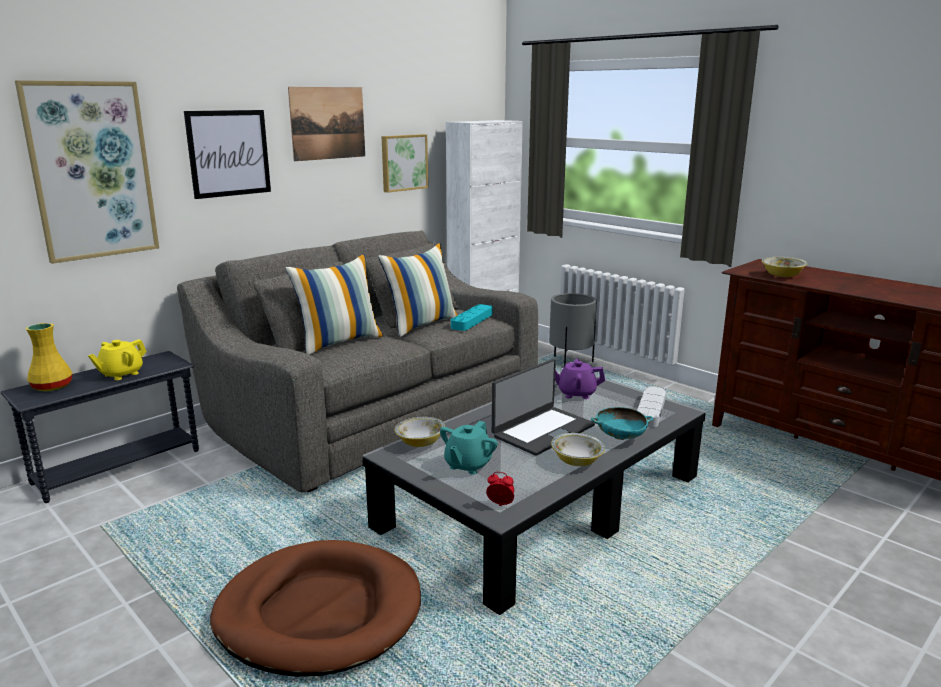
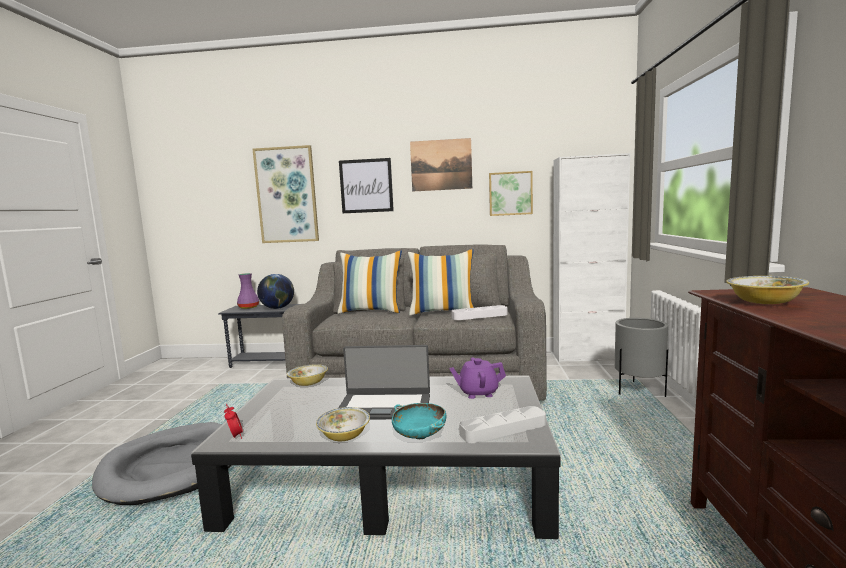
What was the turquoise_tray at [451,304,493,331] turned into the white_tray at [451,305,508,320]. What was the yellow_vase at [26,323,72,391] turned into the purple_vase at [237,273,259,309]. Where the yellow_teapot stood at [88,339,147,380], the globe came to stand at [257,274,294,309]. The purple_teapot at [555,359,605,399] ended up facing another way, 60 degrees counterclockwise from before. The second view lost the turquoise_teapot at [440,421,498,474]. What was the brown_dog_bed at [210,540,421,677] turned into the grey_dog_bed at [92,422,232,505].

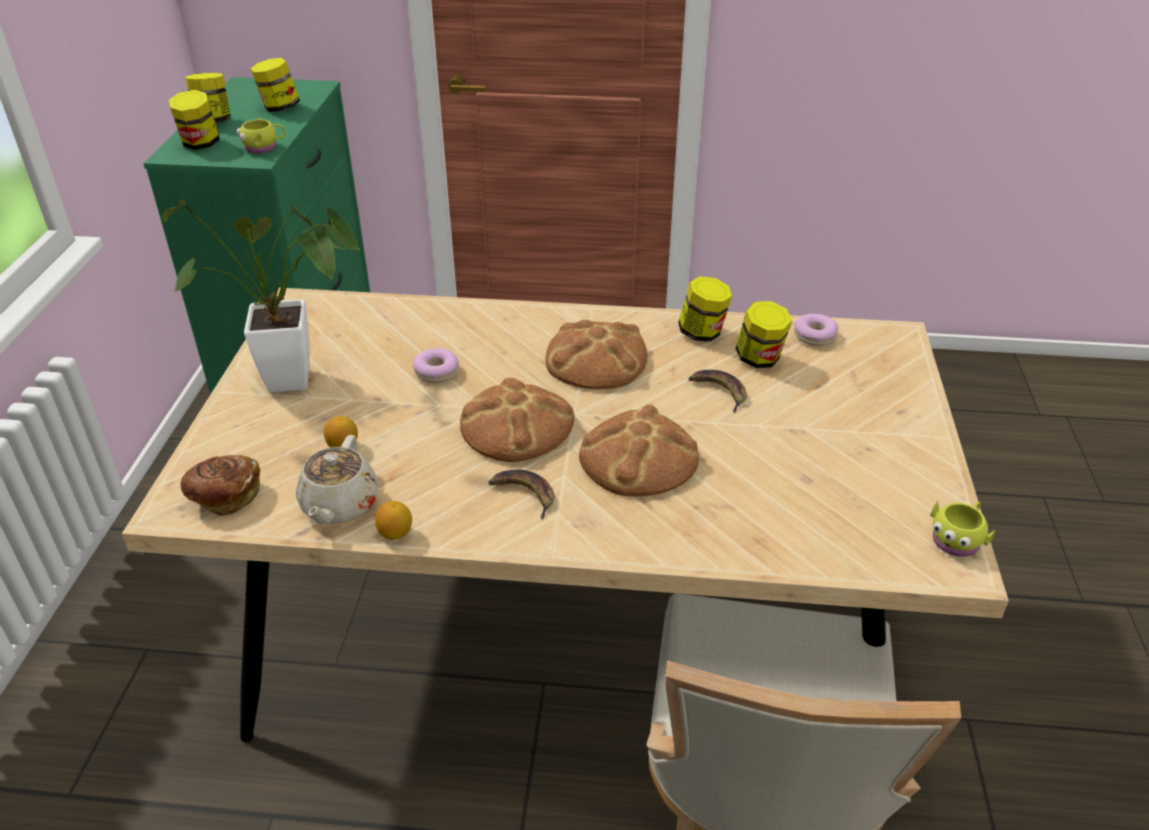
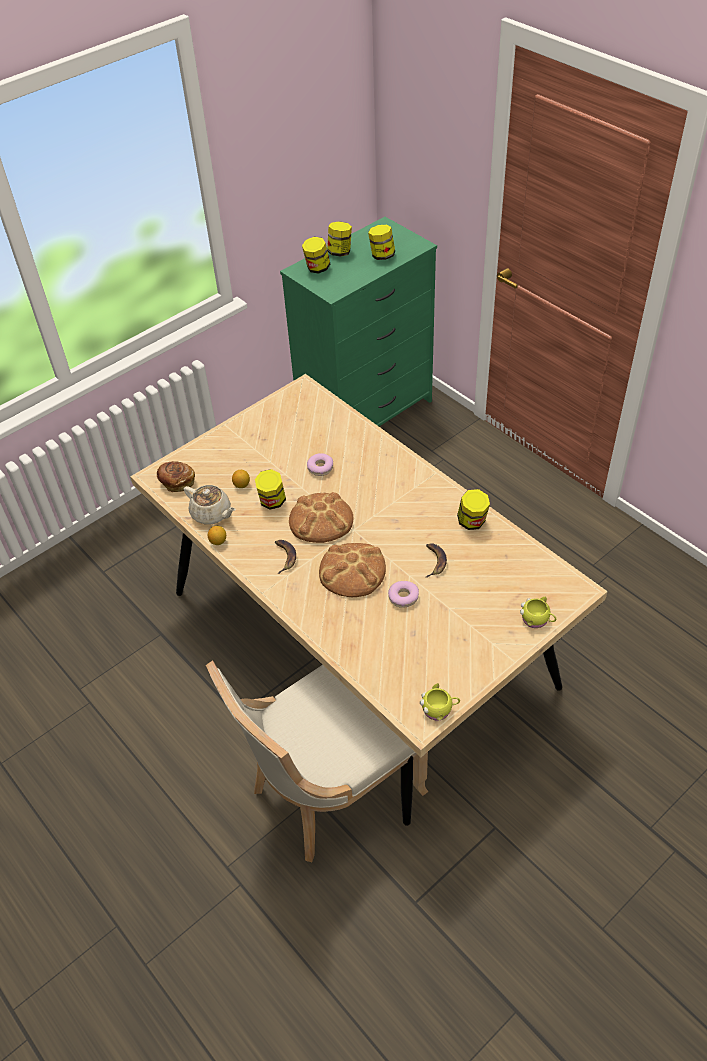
The yellow_mug ended up elsewhere, having gone from [236,117,286,154] to [520,597,556,628]. The second view lost the potted_plant at [163,195,360,392]. The jar ended up elsewhere, having gone from [736,301,792,368] to [255,469,286,510]. The donut ended up elsewhere, having gone from [794,314,838,346] to [388,581,419,608]. The second view lost the bread at [545,320,647,389]. The beige_teapot at [296,435,379,525] ended up facing another way, 105 degrees counterclockwise from before.

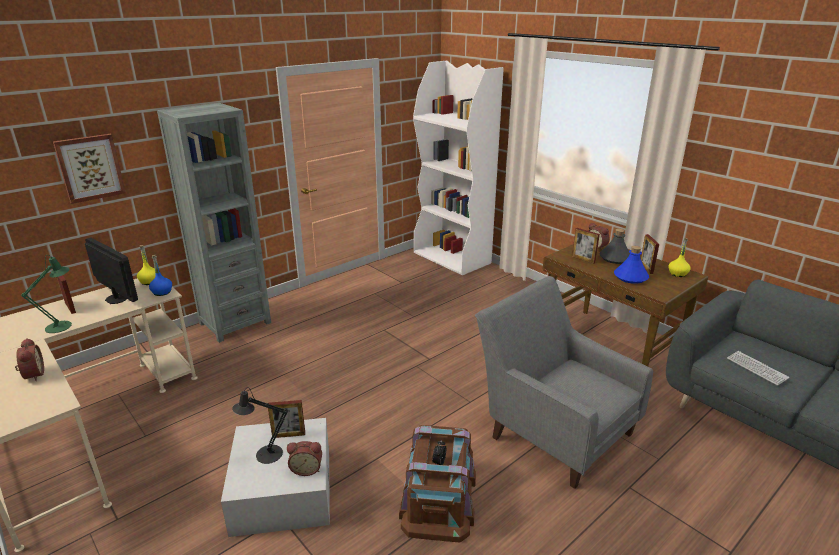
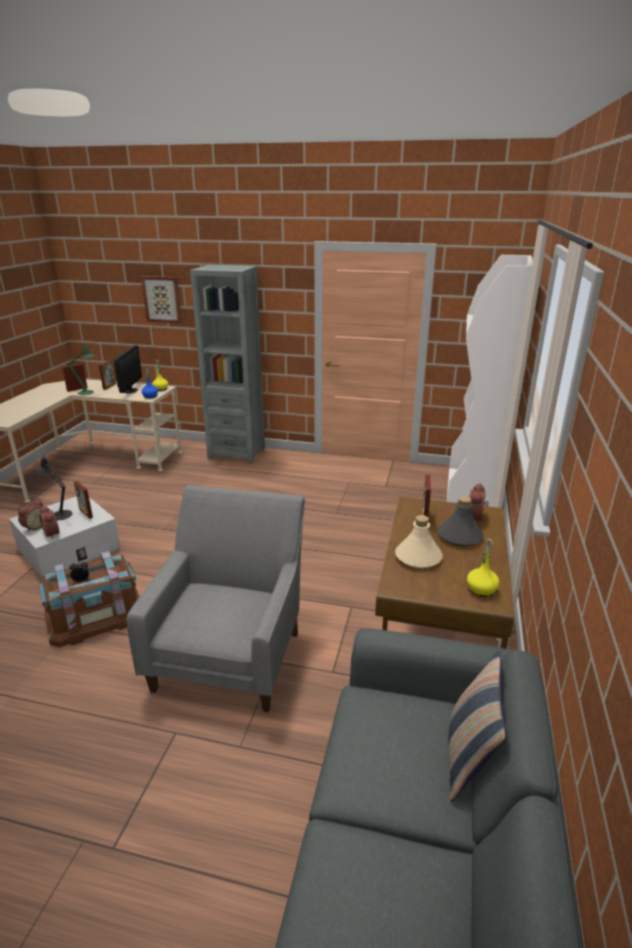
The picture_frame ended up elsewhere, having gone from [641,234,659,274] to [62,364,87,392]. What was the blue_bottle at [614,246,649,284] turned into the beige_bottle at [395,515,443,568]. The alarm_clock ended up elsewhere, having gone from [15,338,44,381] to [18,500,43,532]. The second view lost the keyboard at [727,351,790,386]. The second view gained the pillow at [448,650,506,802].

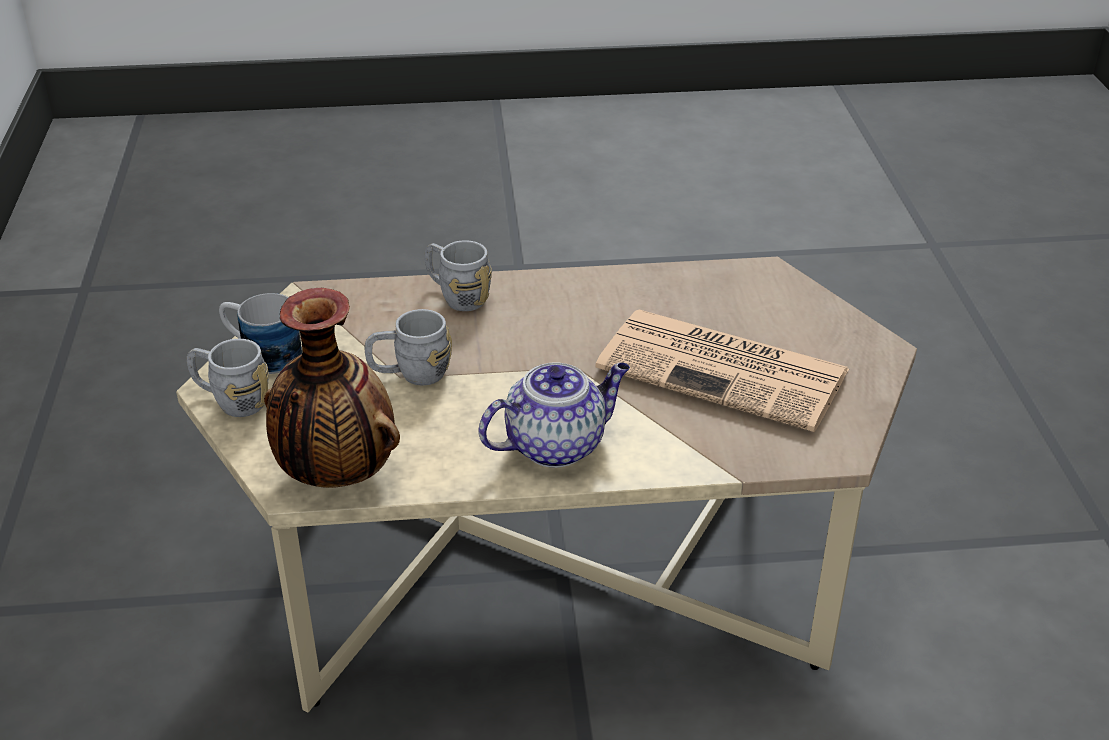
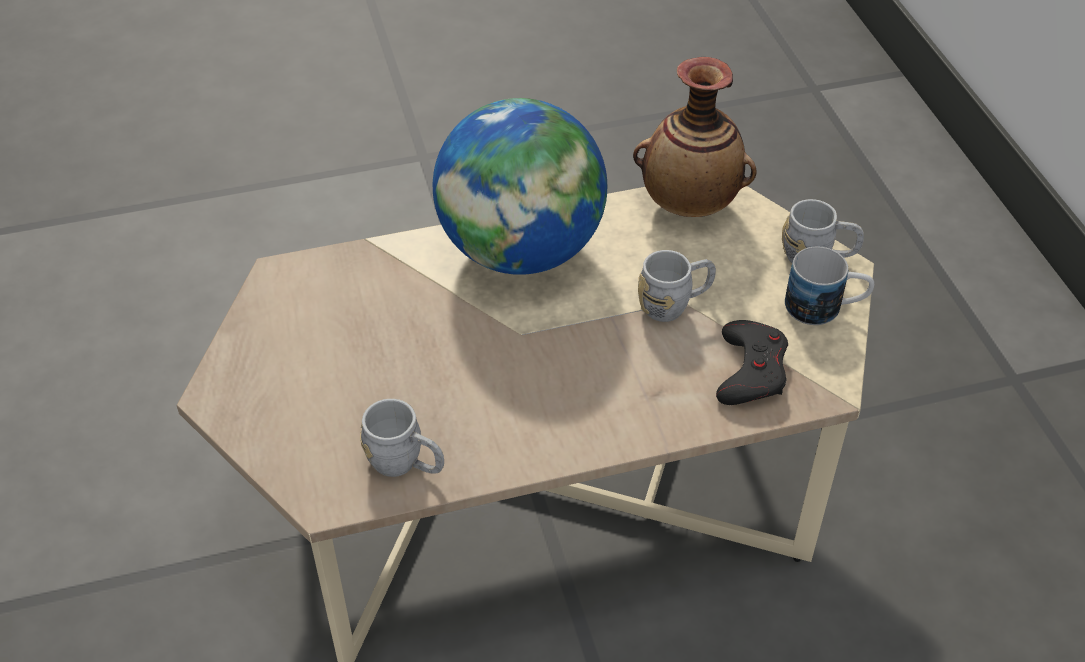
The grey_mug ended up elsewhere, having gone from [425,240,492,311] to [360,399,444,477]. The second view lost the newspaper at [595,310,849,432]. Where the teapot stood at [478,362,630,468], the globe came to stand at [433,98,607,275]. The second view gained the black_game_controller at [716,320,788,405].

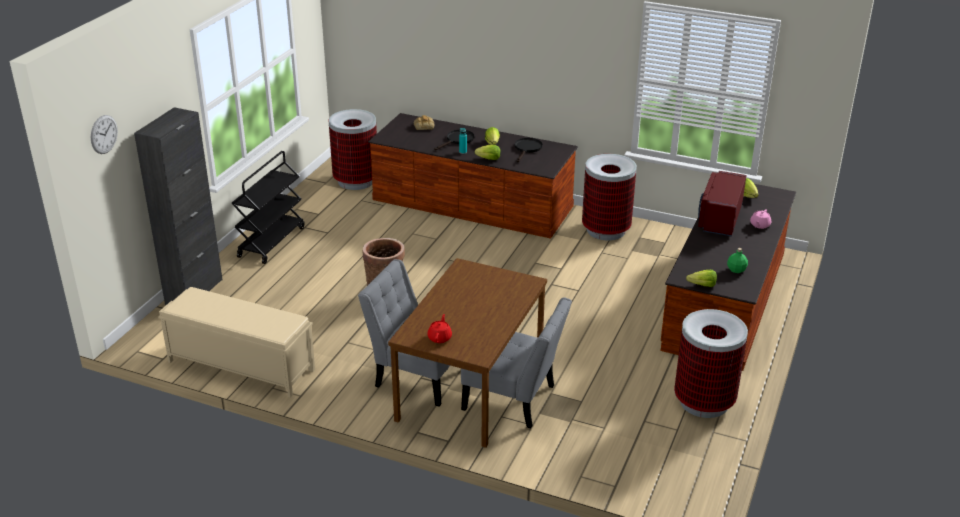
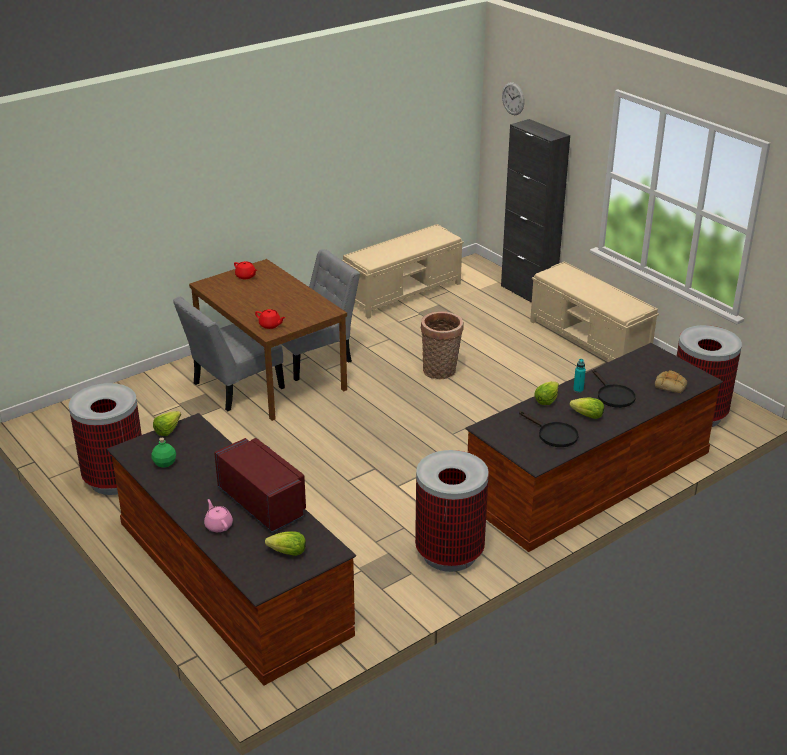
Where the black_cart stood at [232,151,304,264], the beige_bench came to stand at [530,262,659,360]. The second view gained the red_teapot at [255,309,286,329].

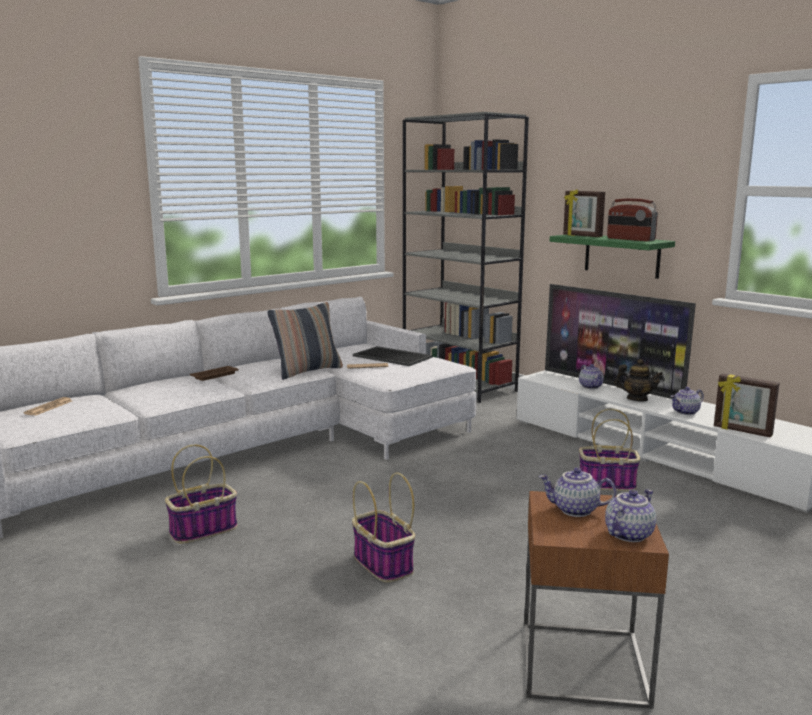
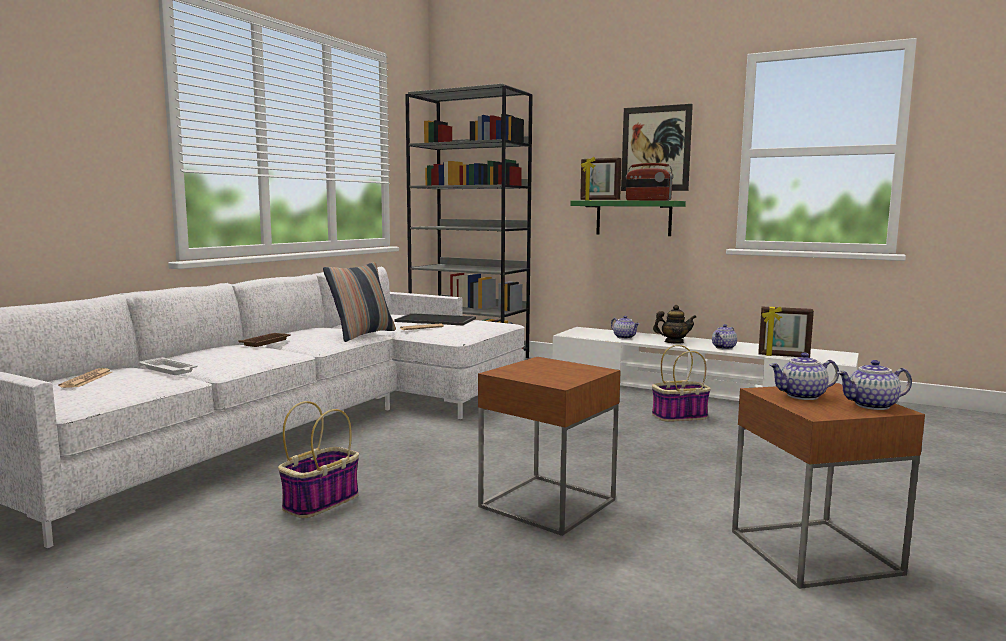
The second view lost the television at [545,284,696,399]. Where the basket stood at [352,472,415,583], the brown_side_table came to stand at [478,357,621,536]. The teapot at [605,489,656,542] ended up facing another way, 120 degrees counterclockwise from before. The second view gained the picture at [621,104,693,191]. The second view gained the white_tray at [139,357,198,375].

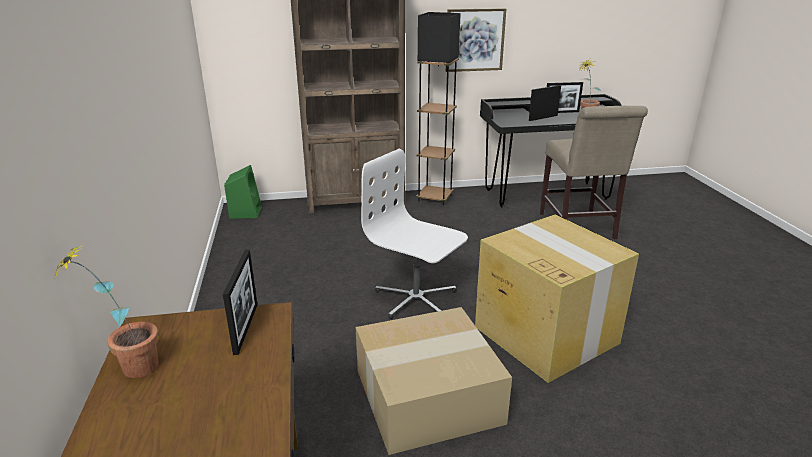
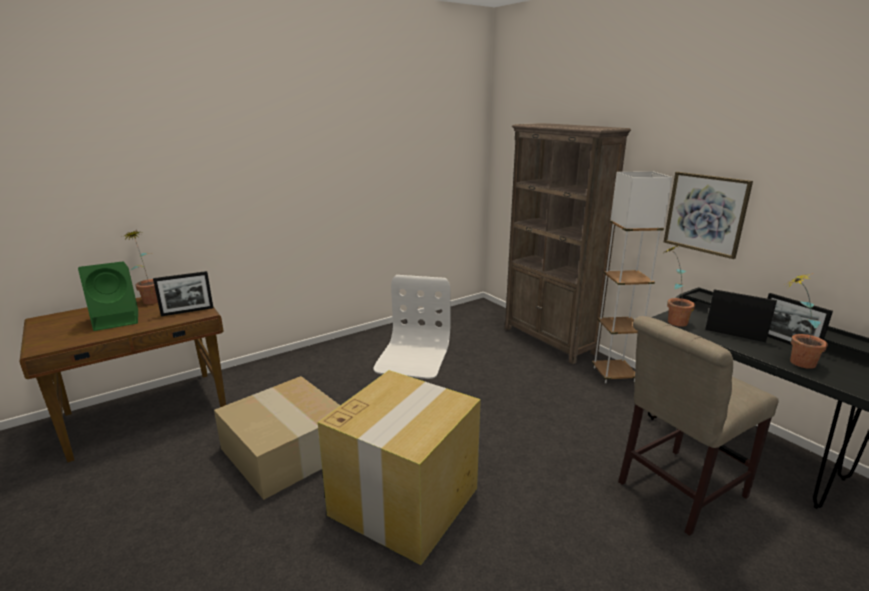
What was the black_floor_lamp at [416,12,461,205] turned into the white_floor_lamp at [592,171,672,383]. The green_speaker ended up elsewhere, having gone from [224,165,262,219] to [78,261,138,331]. The second view gained the potted_plant at [666,246,695,327].

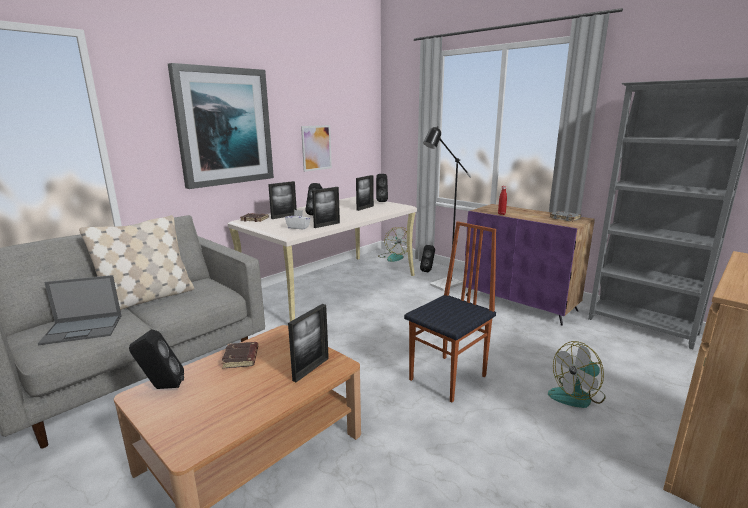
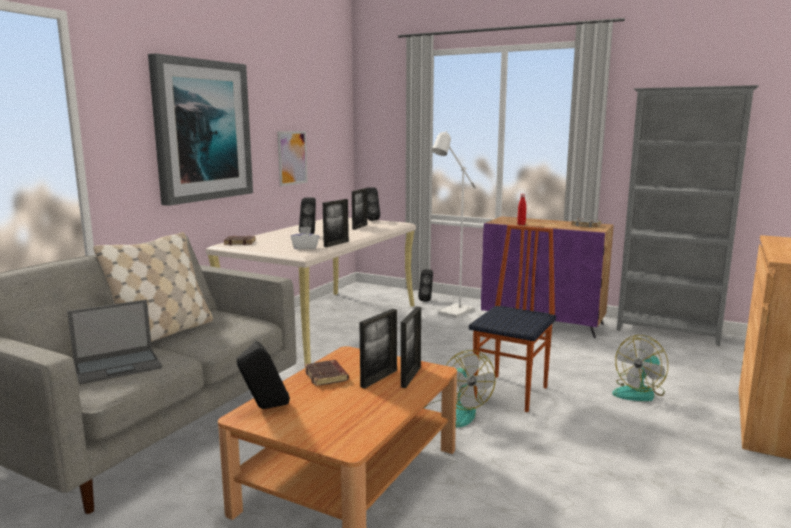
What was the black_floor_lamp at [423,126,471,291] turned into the white_floor_lamp at [432,131,476,318]. The picture_frame ended up elsewhere, having gone from [268,181,297,219] to [359,309,397,389]. The fan ended up elsewhere, having gone from [378,227,407,262] to [424,350,496,428].

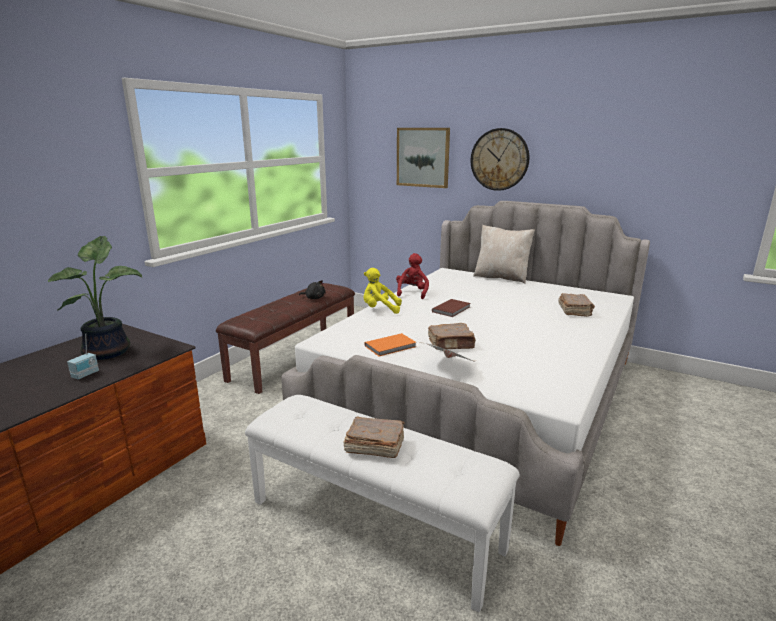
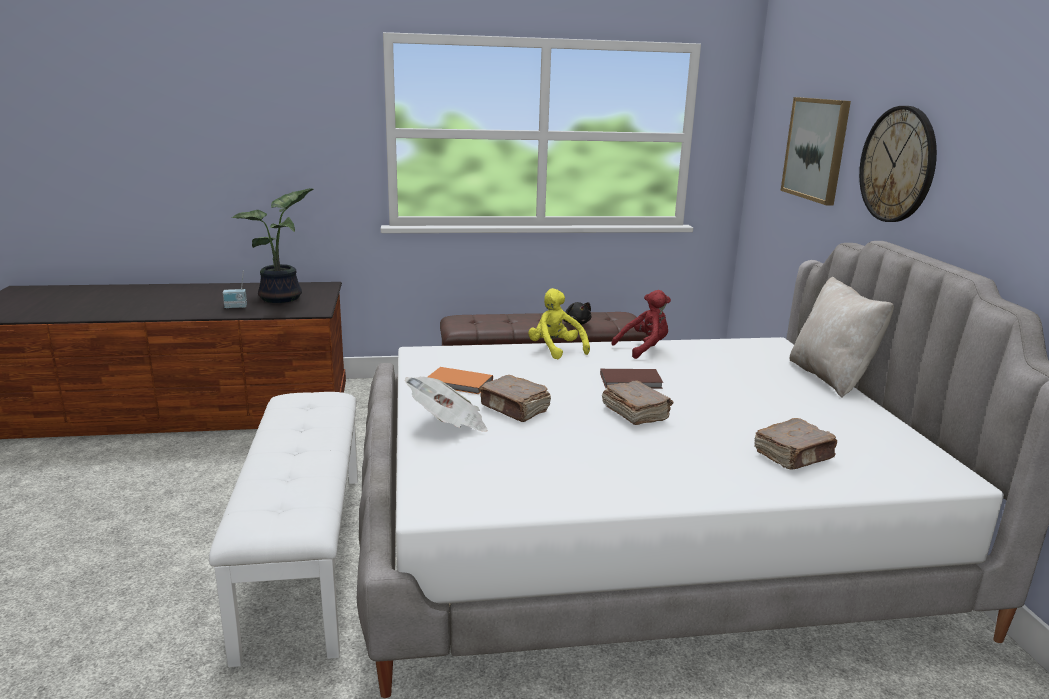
The brown_book ended up elsewhere, having gone from [343,417,405,458] to [602,380,674,425].

